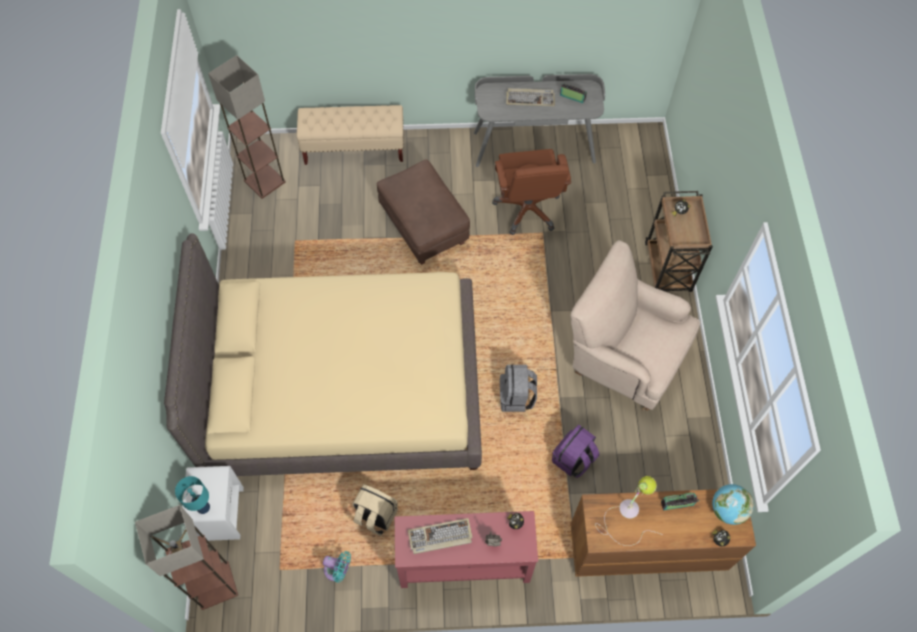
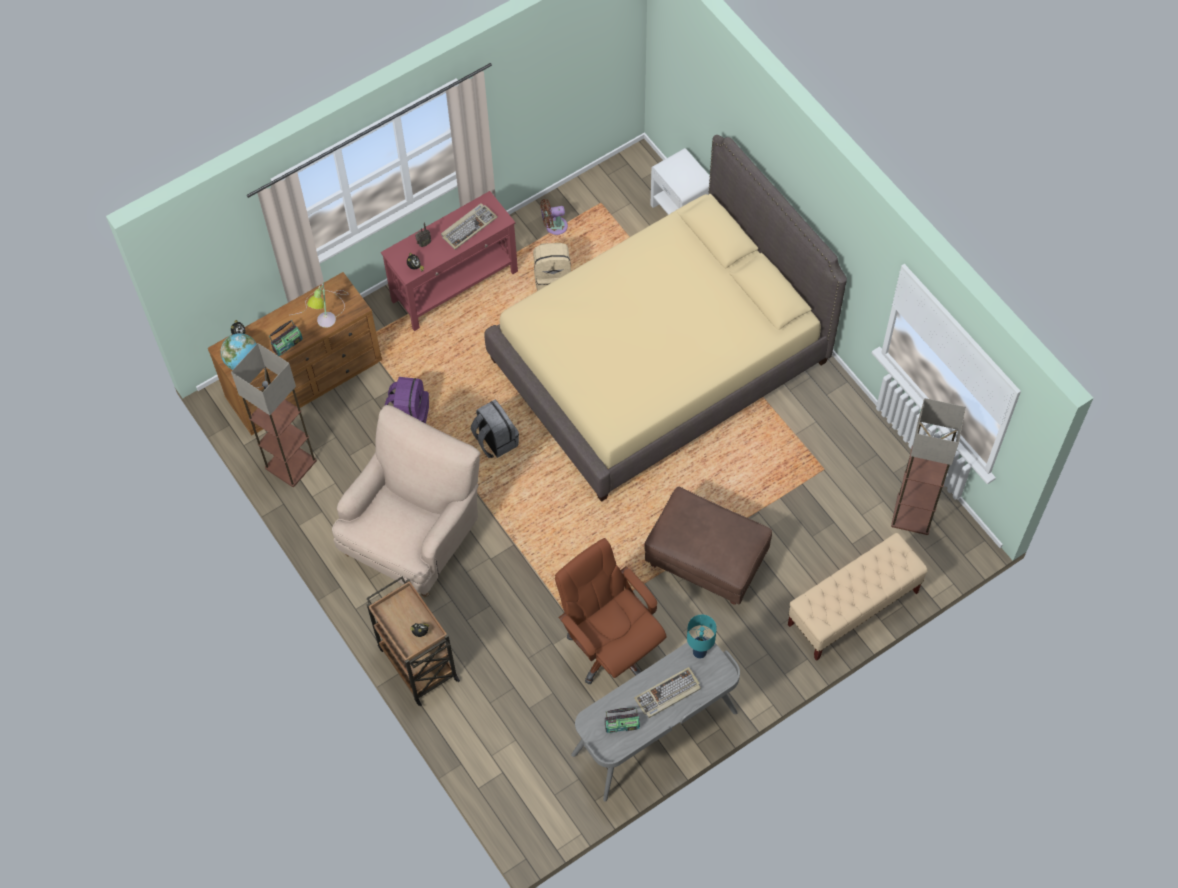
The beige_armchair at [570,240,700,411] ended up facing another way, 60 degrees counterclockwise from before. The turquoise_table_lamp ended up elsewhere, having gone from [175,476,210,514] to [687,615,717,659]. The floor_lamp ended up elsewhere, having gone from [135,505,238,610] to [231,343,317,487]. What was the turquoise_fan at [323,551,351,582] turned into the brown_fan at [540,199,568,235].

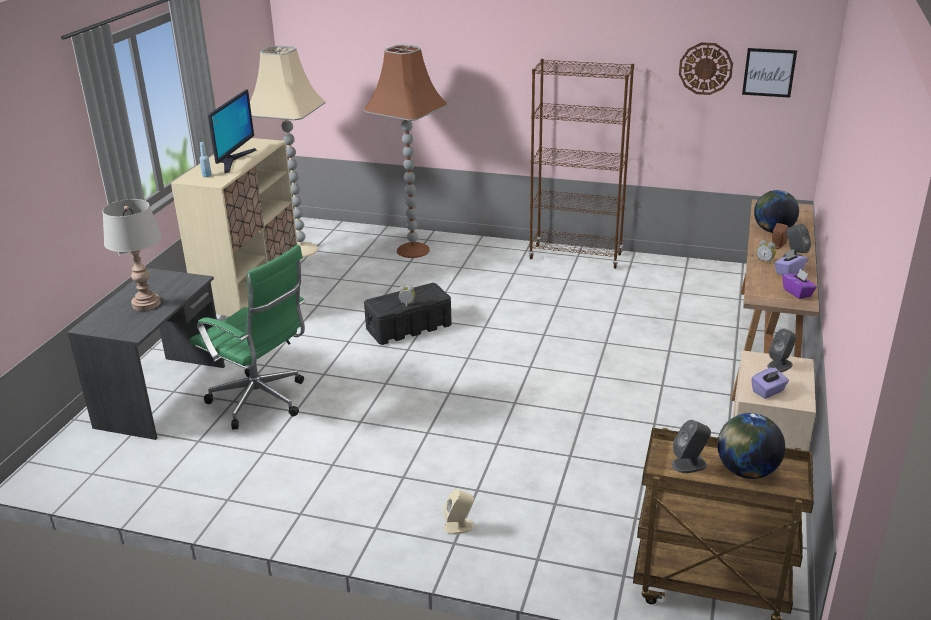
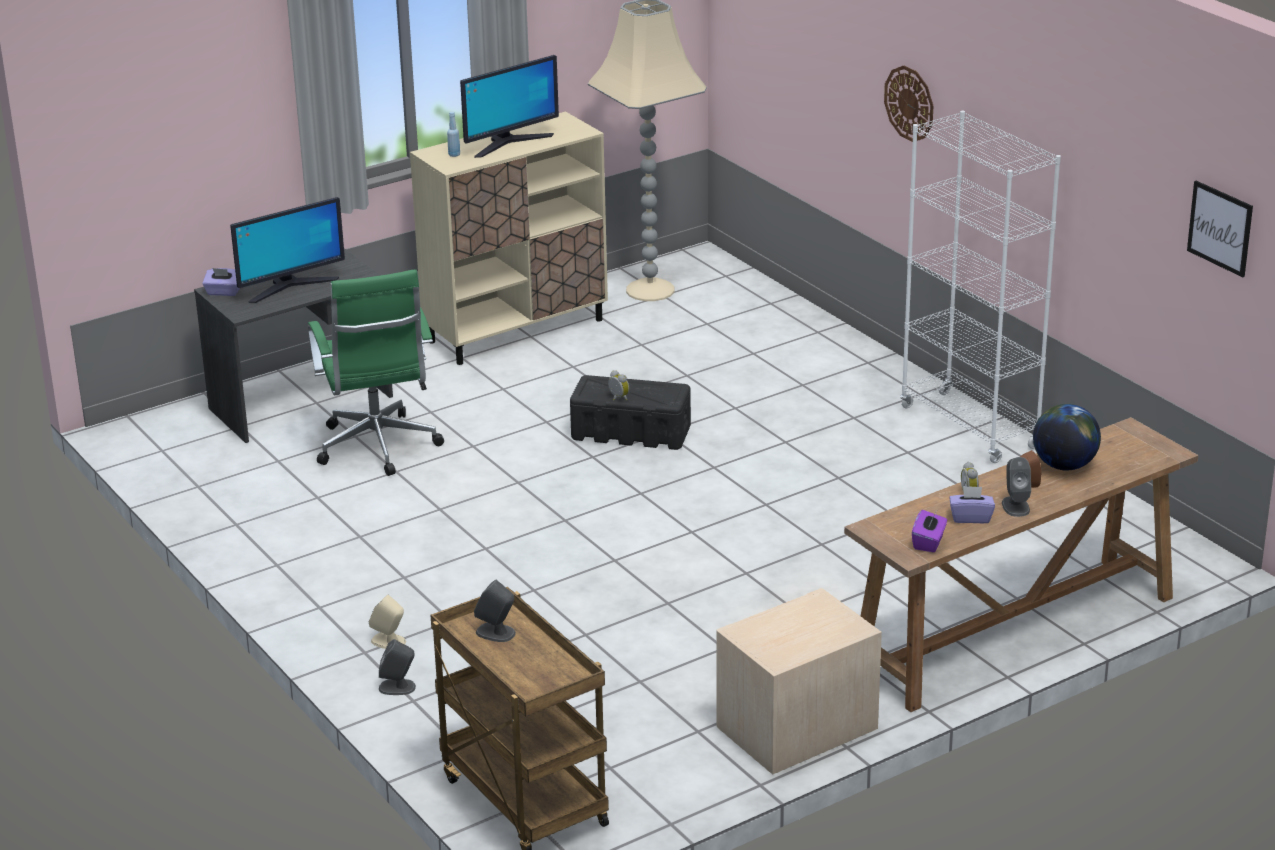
The wall_clock ended up elsewhere, having gone from [679,42,733,95] to [884,66,933,142]. The second view lost the brown_floor_lamp at [364,44,448,258]. What was the brown_bookcase at [529,59,634,269] turned into the white_bookcase at [900,111,1061,463]. Where the grey_table_lamp stood at [103,199,161,311], the monitor came to stand at [230,197,345,303]. The grey_speaker ended up elsewhere, having gone from [767,329,796,372] to [379,639,416,695]. The purple_tissue_box ended up elsewhere, having gone from [751,368,789,399] to [202,268,240,296]. The second view lost the globe at [717,413,785,479].

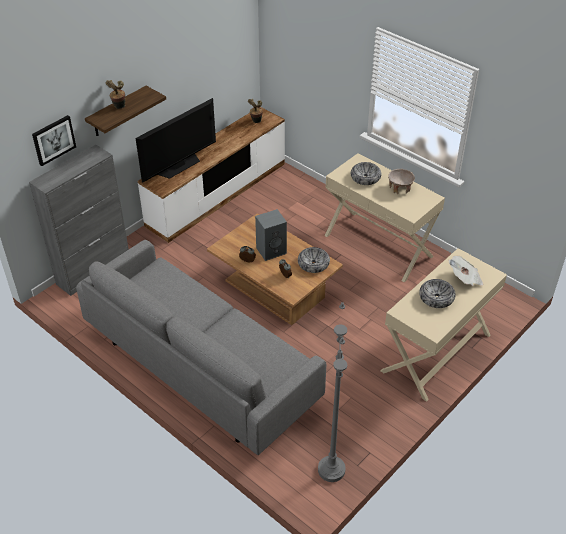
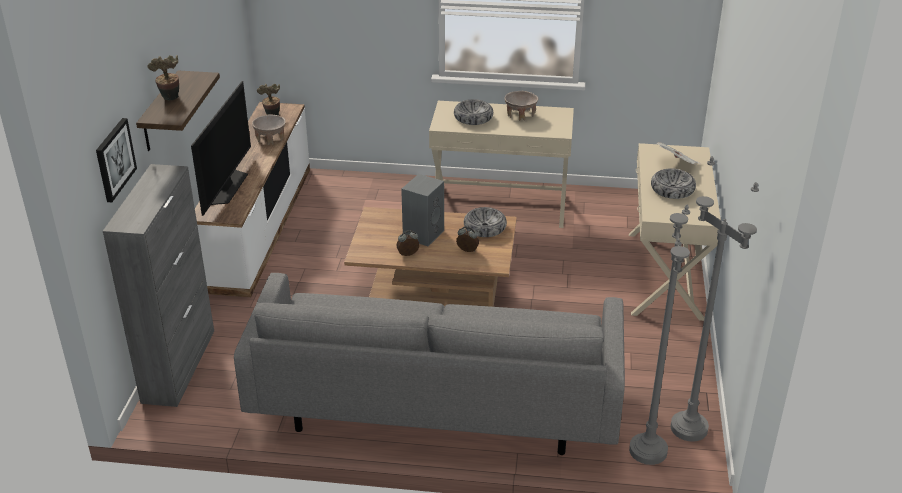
The second view gained the beige_bowl at [252,115,285,145]. The second view gained the grey_floor_lamp at [629,172,690,465].

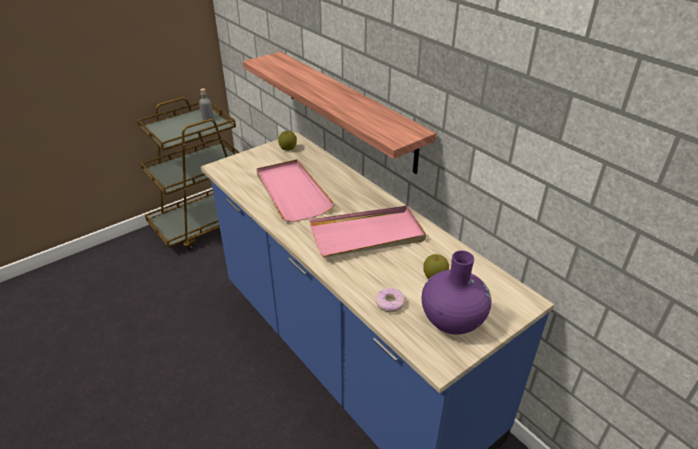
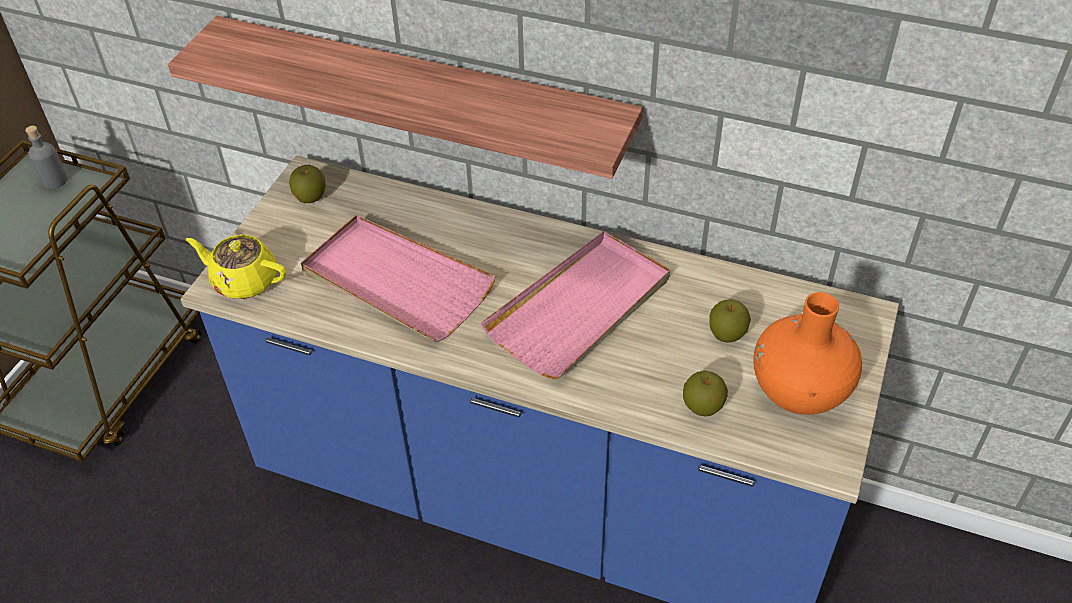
What was the purple_vase at [422,250,492,335] turned into the orange_vase at [753,292,862,415]. Where the donut stood at [376,288,405,312], the apple came to stand at [683,371,728,416]. The second view gained the yellow_teapot at [186,235,286,299].

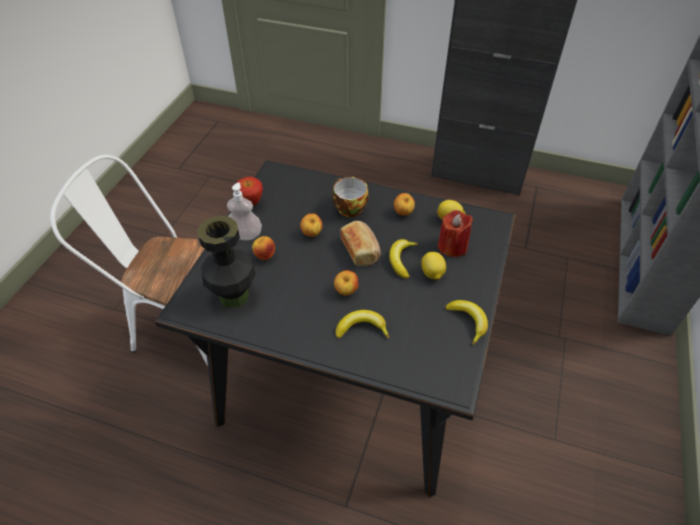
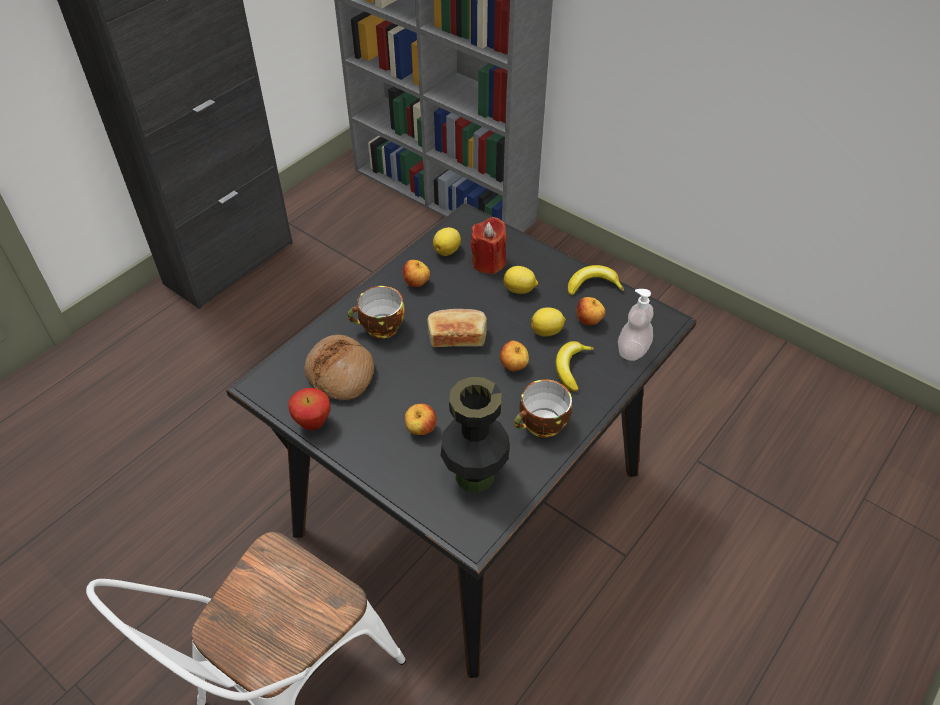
The soap_dispenser ended up elsewhere, having gone from [227,183,262,240] to [618,289,653,361]. The apple ended up elsewhere, having gone from [300,213,323,237] to [576,297,605,325]. The second view lost the banana at [389,239,418,279]. The second view gained the lemon at [531,307,566,337]. The second view gained the bread at [304,335,374,400]. The second view gained the cup at [514,380,572,438].

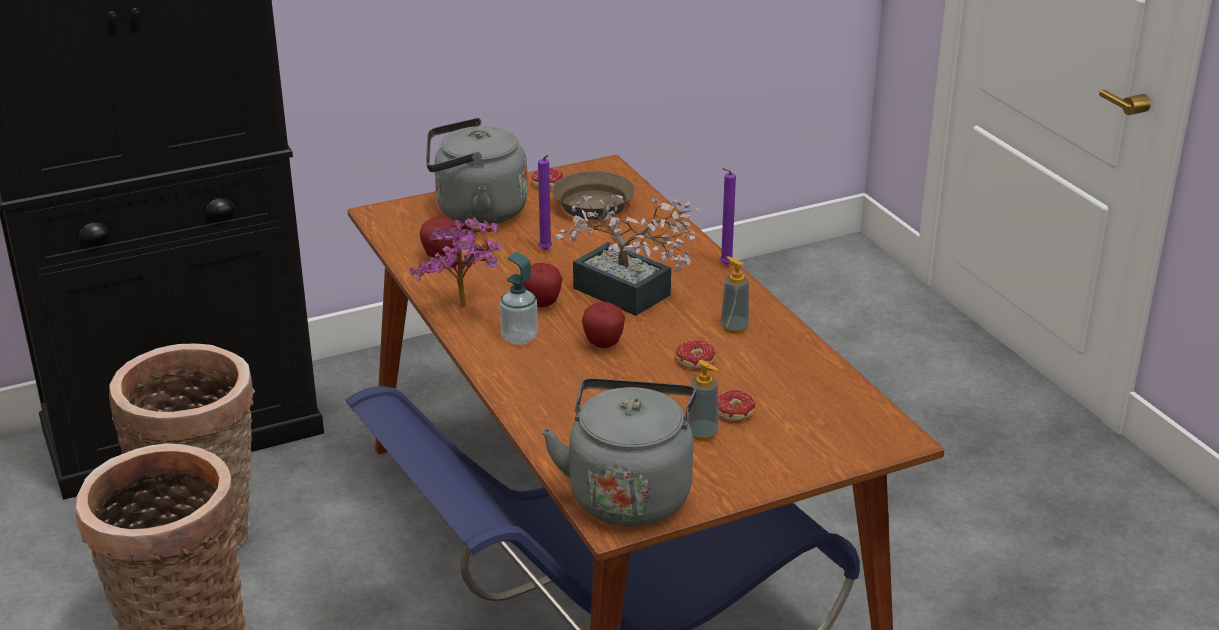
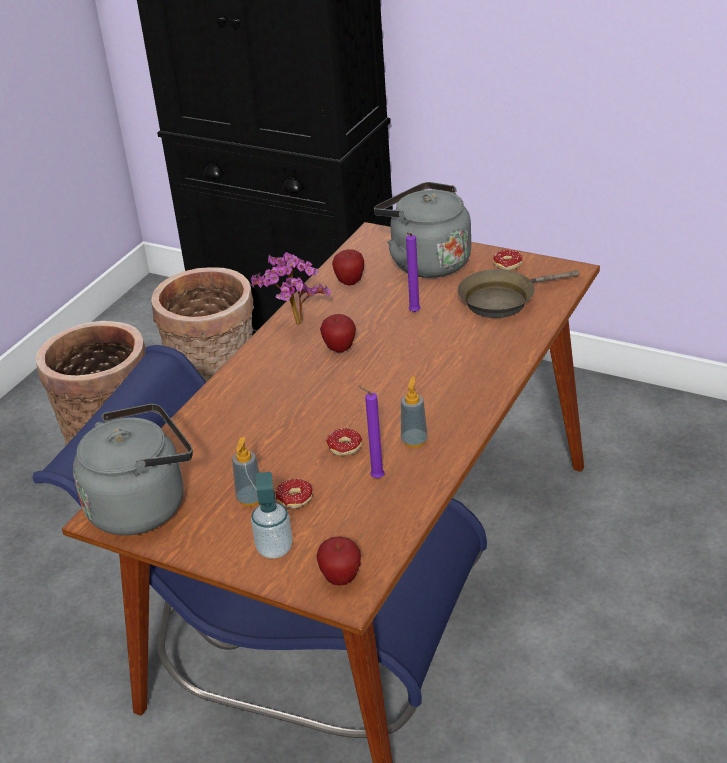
The purple_candle ended up elsewhere, having gone from [720,168,736,265] to [358,386,384,478]. The brown_frying_pan at [552,171,635,245] ended up facing another way, 150 degrees counterclockwise from before. The second view lost the potted_plant at [555,195,701,316]. The soap_dispenser ended up elsewhere, having gone from [500,252,538,345] to [251,472,293,559]. The apple ended up elsewhere, having gone from [582,302,625,348] to [316,537,361,585].

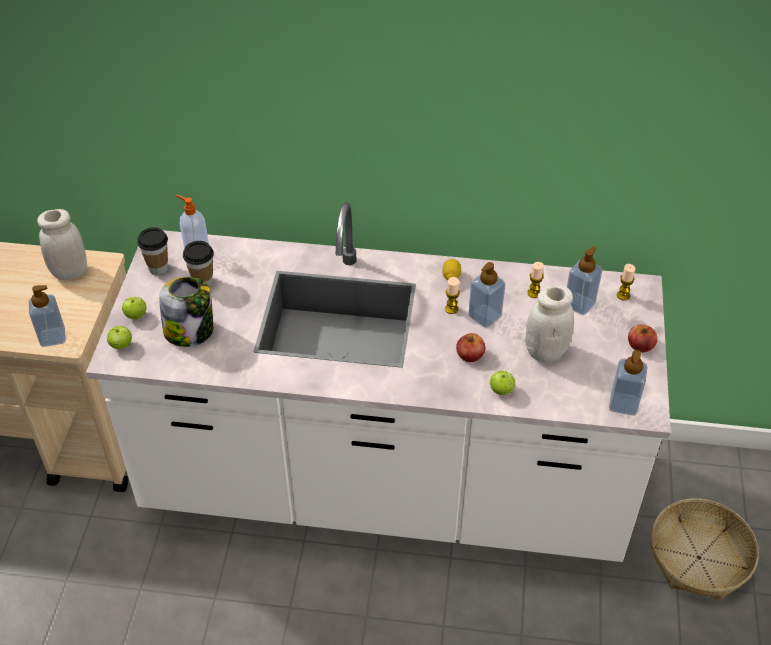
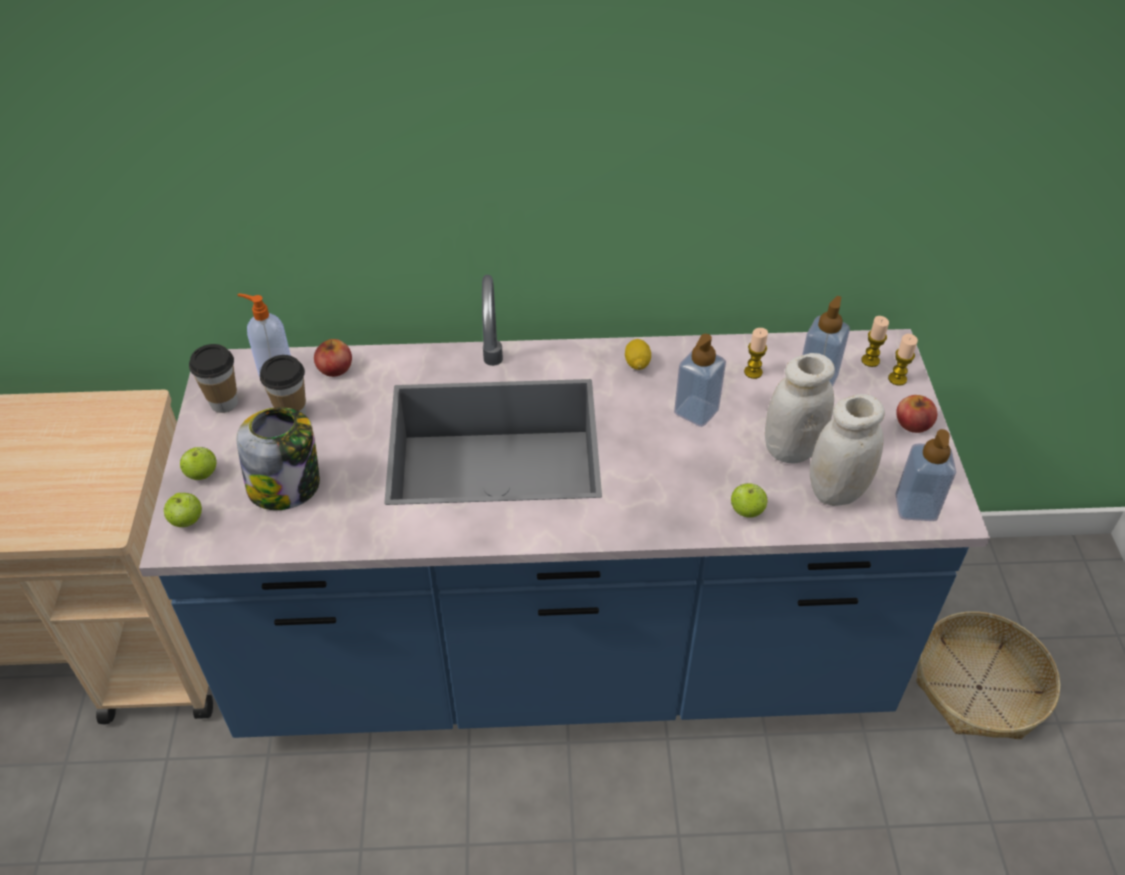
What was the white_counter at [86,202,671,562] turned into the blue_counter at [139,275,990,738]. The white_jar ended up elsewhere, having gone from [37,209,87,280] to [810,394,885,506]. The candle ended up elsewhere, having gone from [445,277,460,314] to [888,334,918,386]. The second view lost the soap_dispenser at [29,285,66,347]. The apple ended up elsewhere, having gone from [456,333,485,362] to [314,339,352,377].

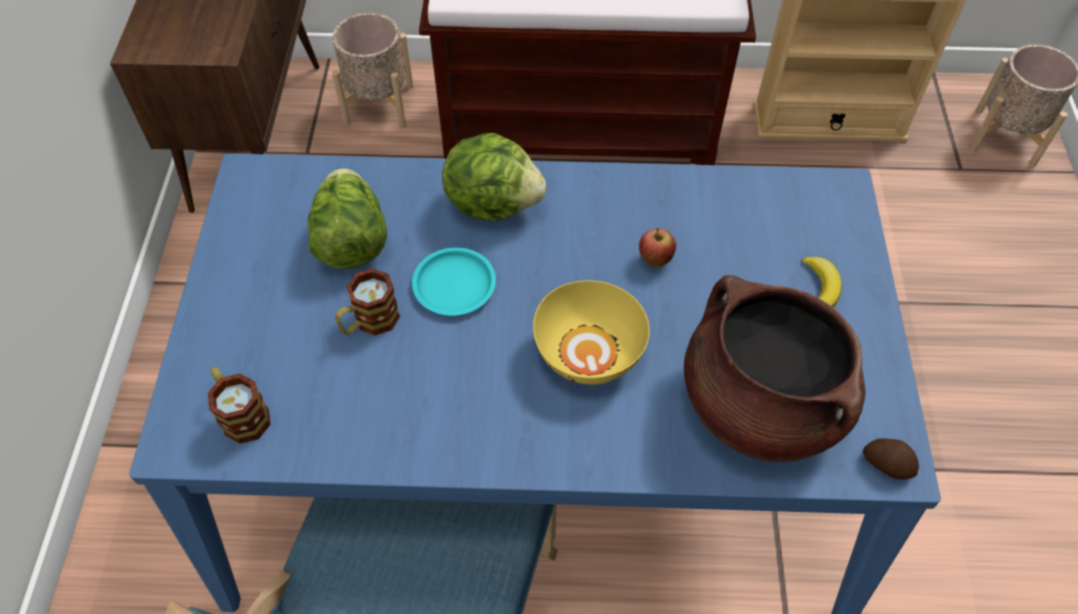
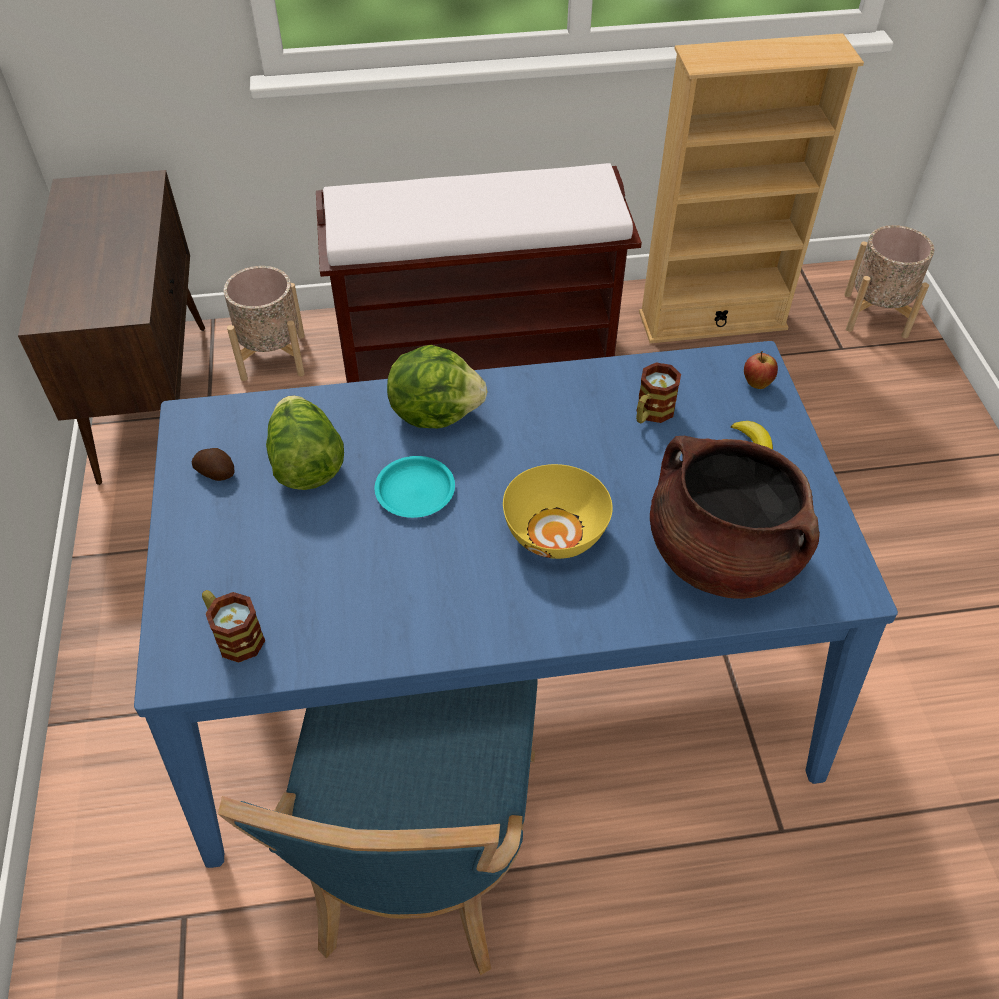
The apple ended up elsewhere, having gone from [639,228,676,268] to [744,351,778,389]. The mug ended up elsewhere, having gone from [335,268,400,335] to [636,363,681,423]. The potato ended up elsewhere, having gone from [863,438,919,480] to [192,448,234,481].

